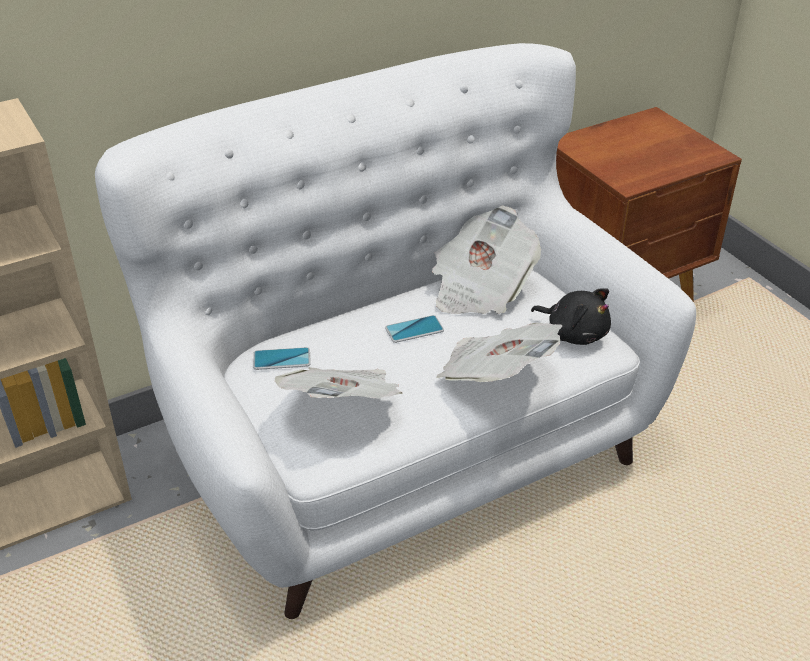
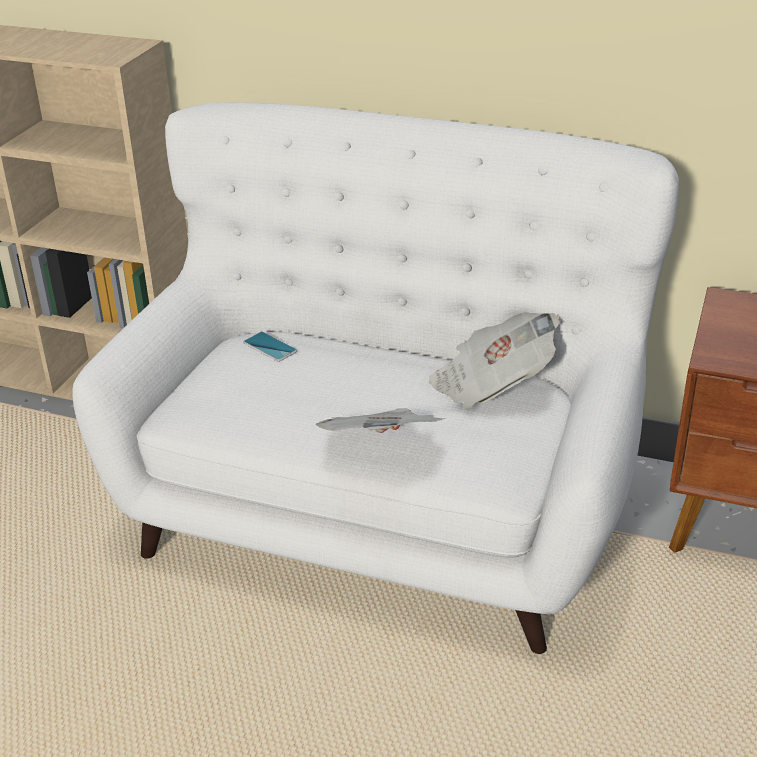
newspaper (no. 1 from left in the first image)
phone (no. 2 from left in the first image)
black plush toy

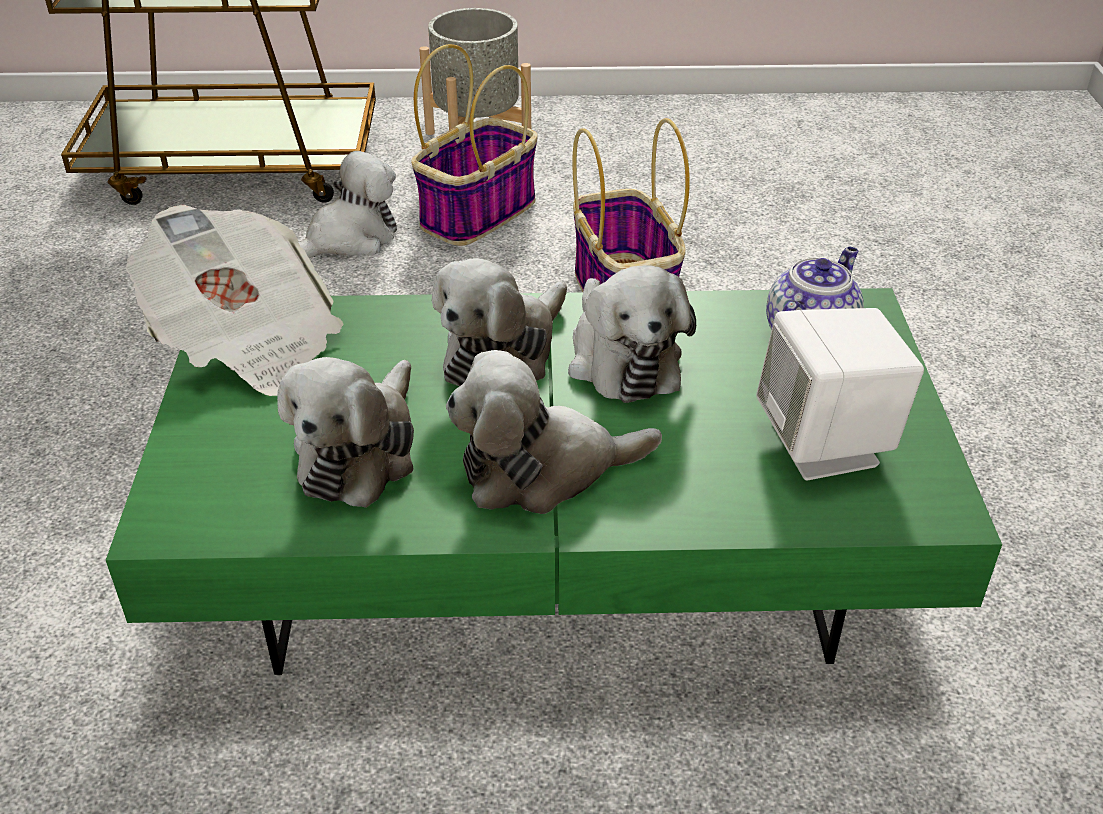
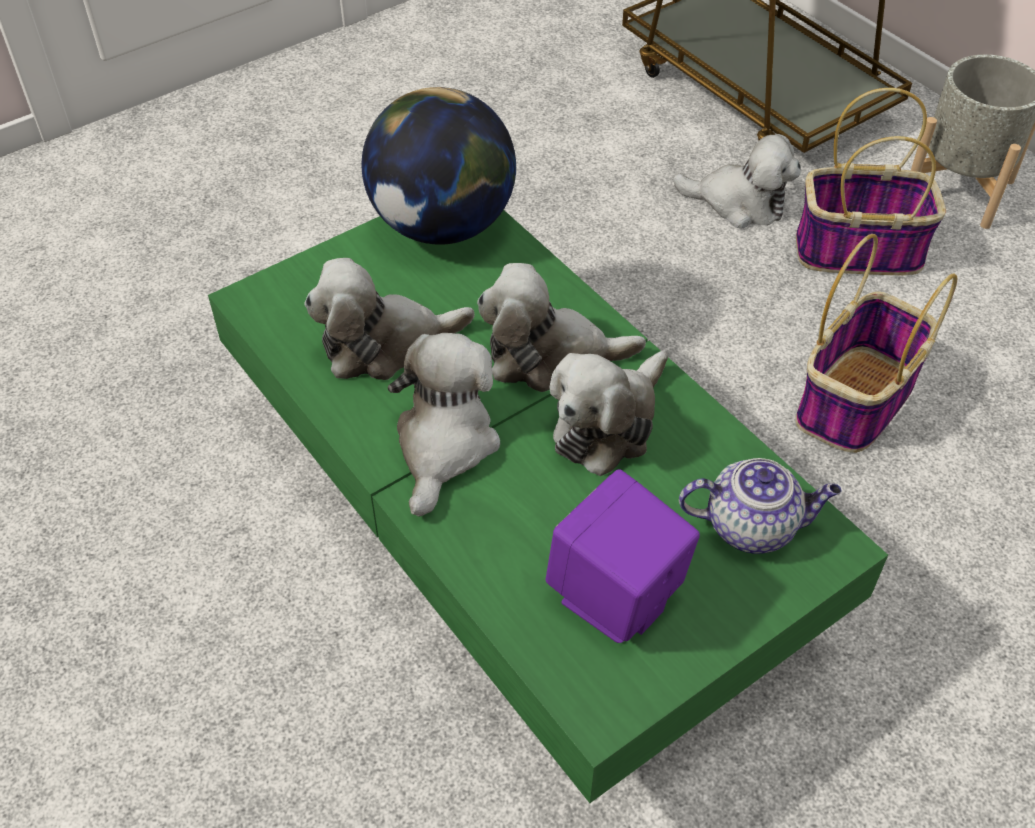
globe
purple speaker
plush toy (no. 2 from left)

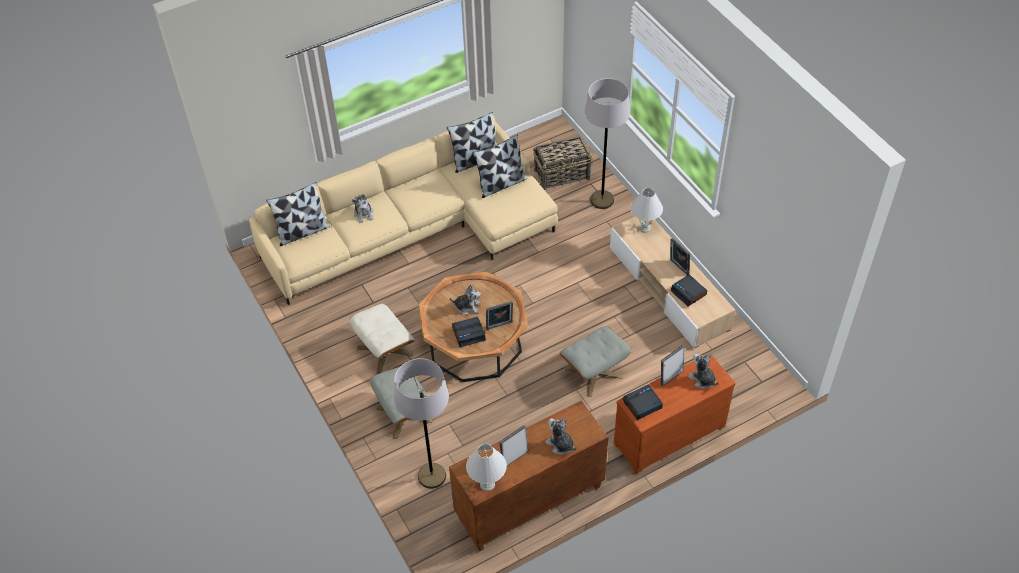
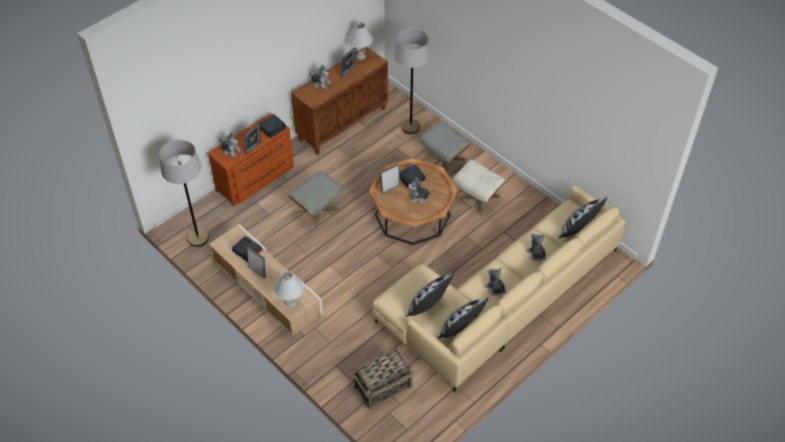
plush toy (no. 4 from left)
grey floor lamp (no. 1 from left)

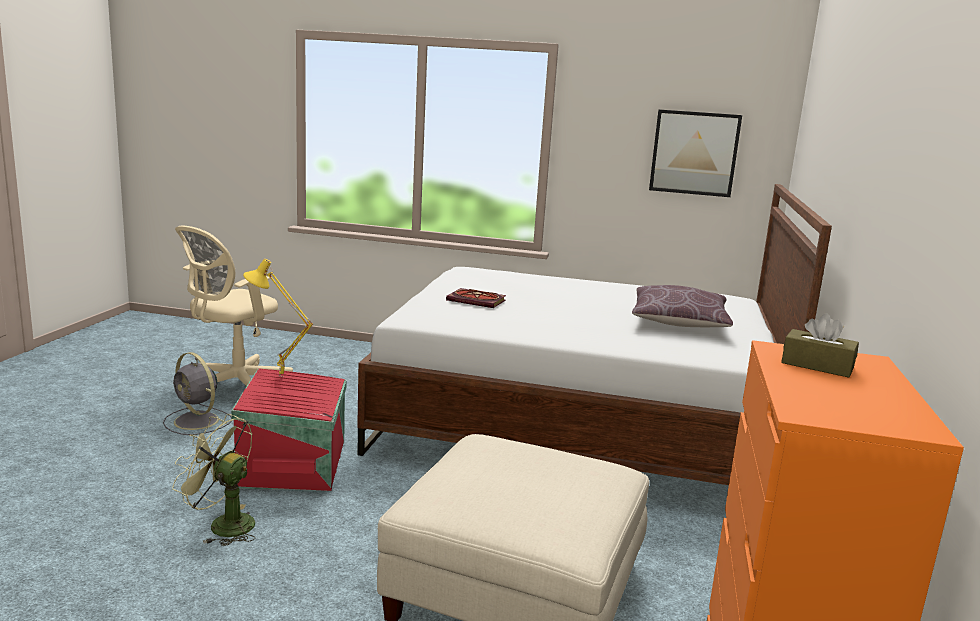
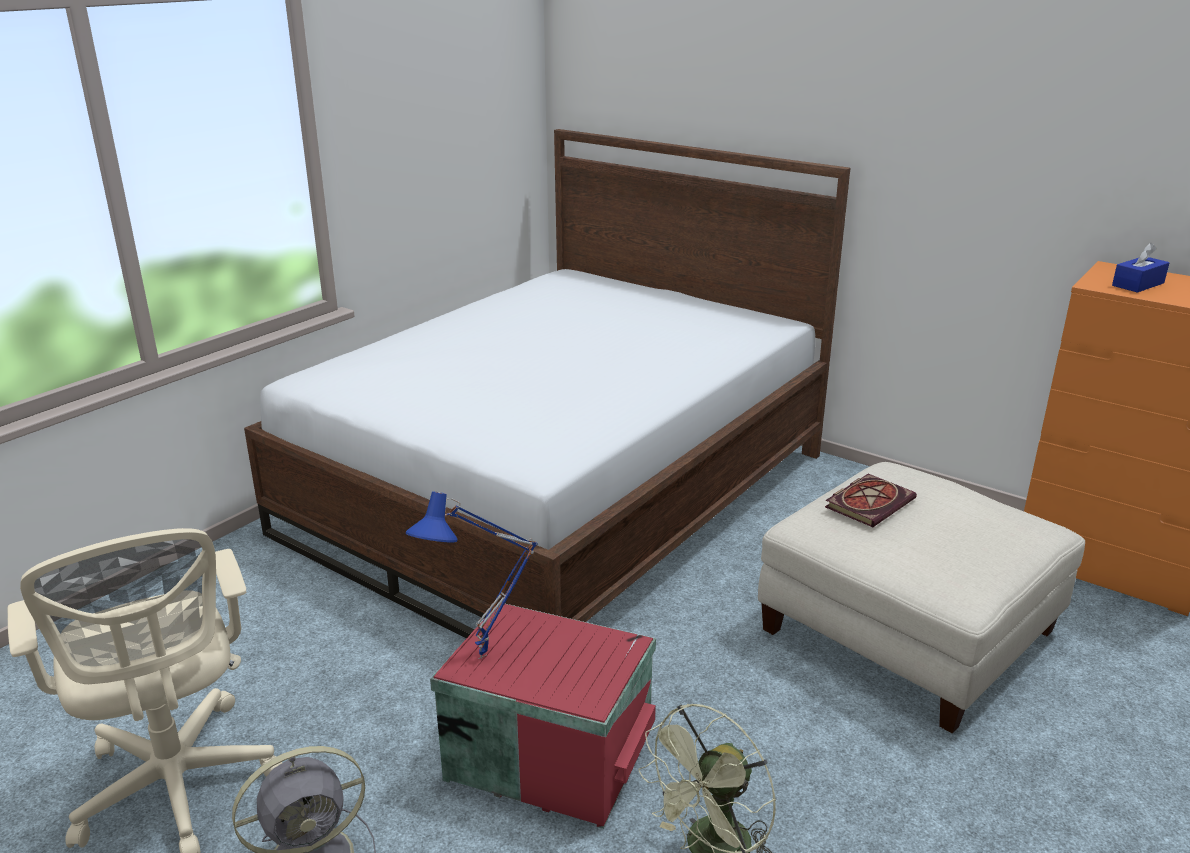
brown pillow
picture
book
blue table lamp
blue tissue box

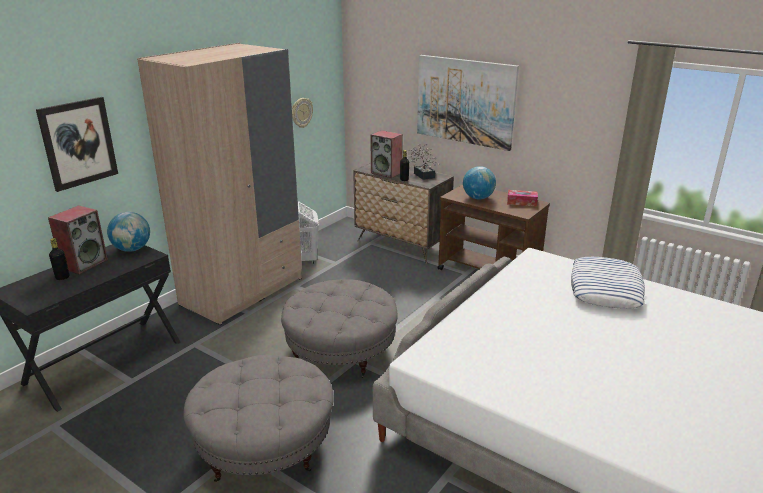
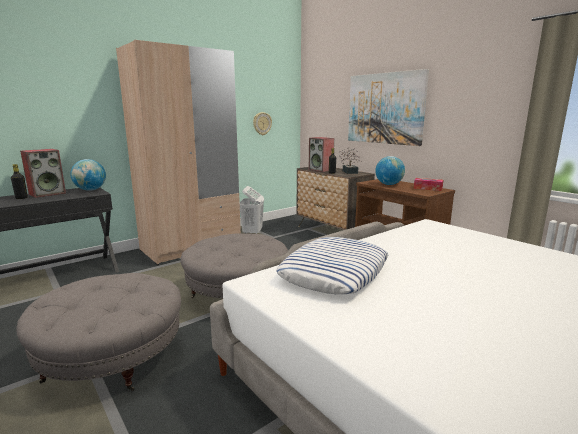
picture (no. 1 from left in the first image)
pillow

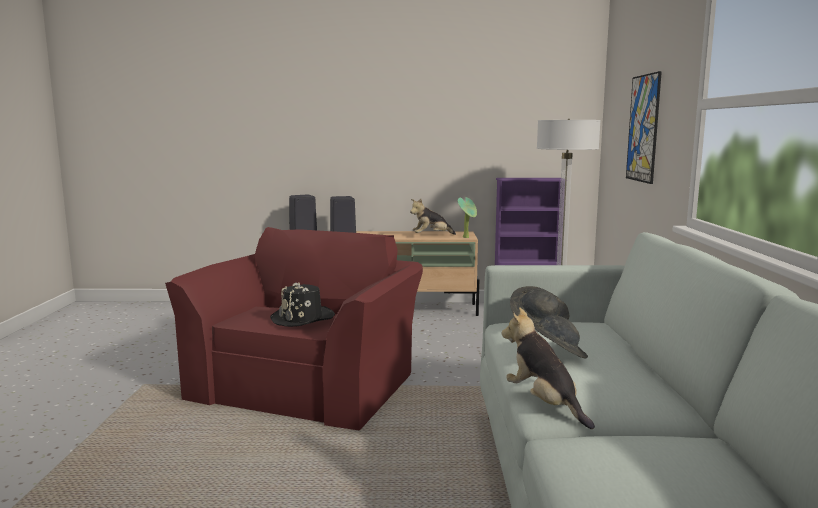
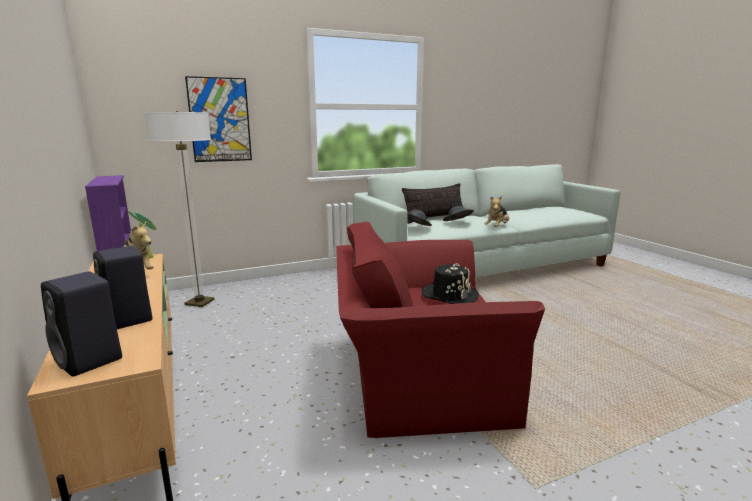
pillow

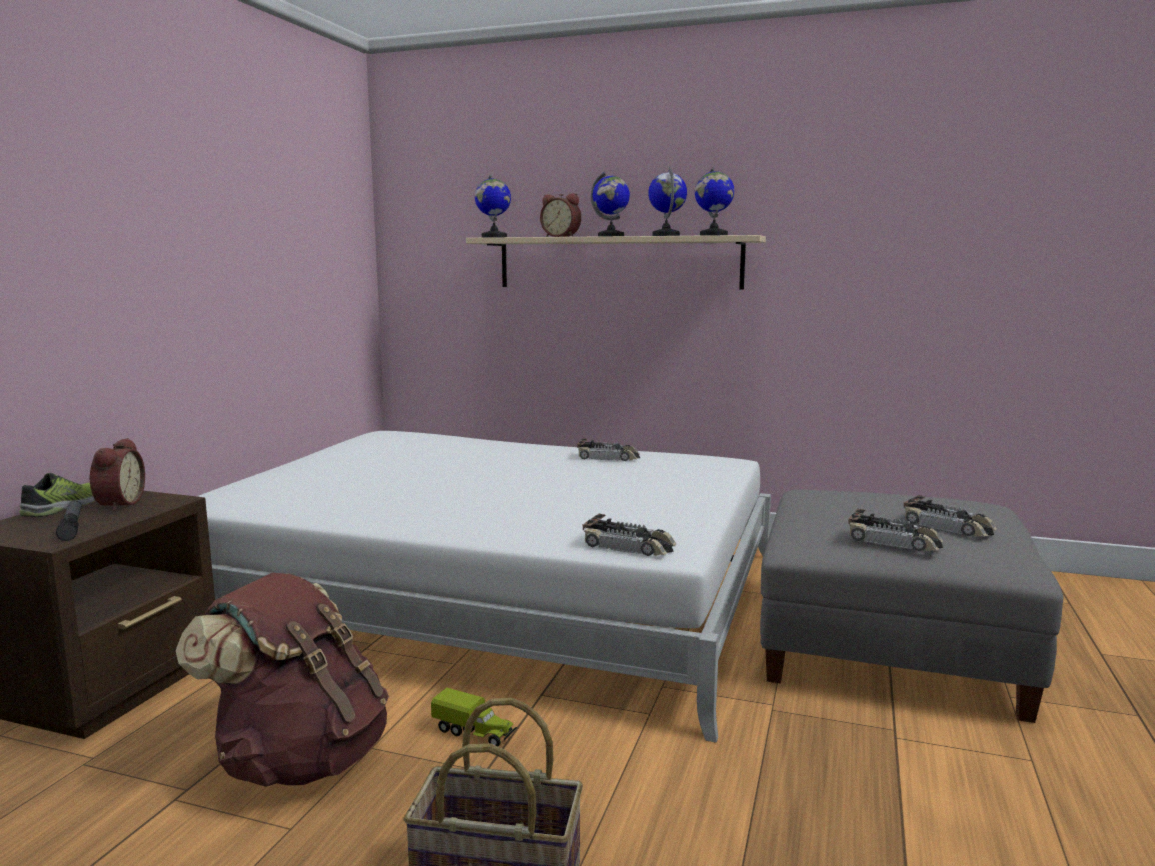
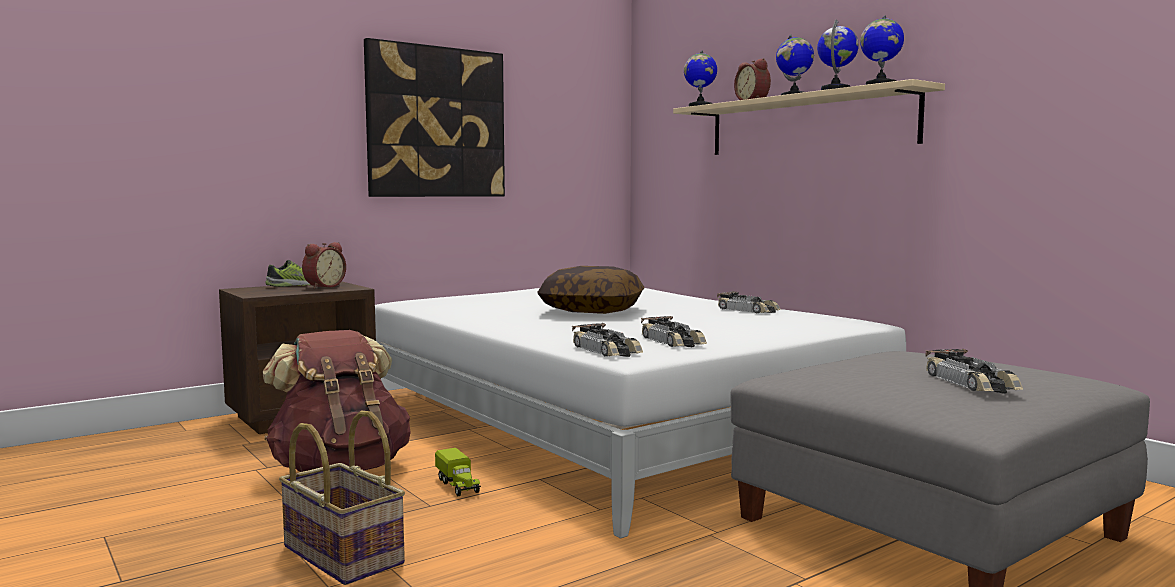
flashlight
picture
pillow
toy car (no. 2 from left)

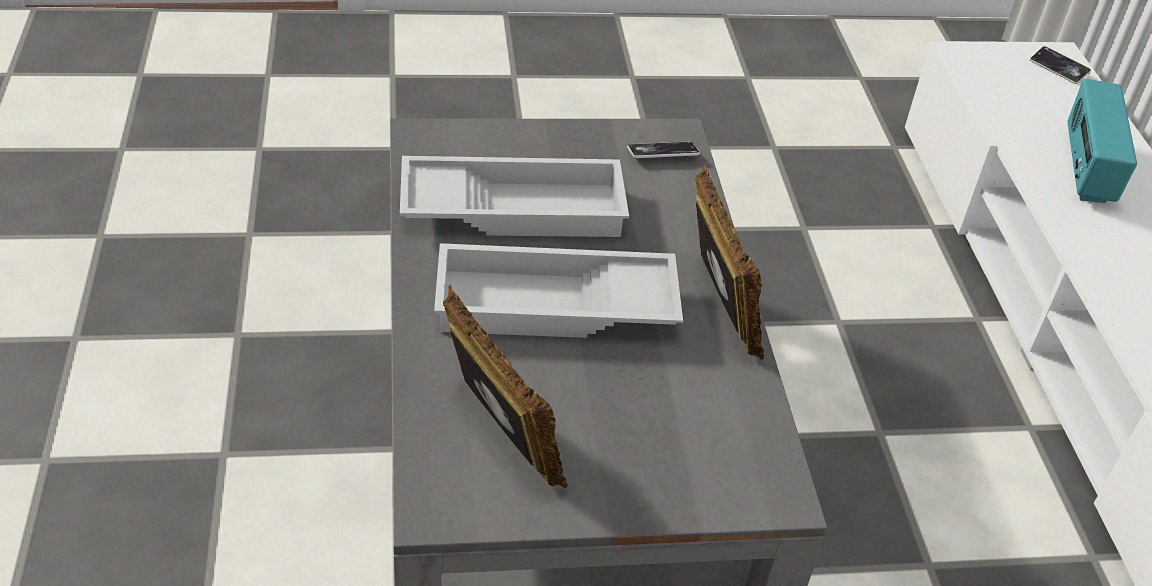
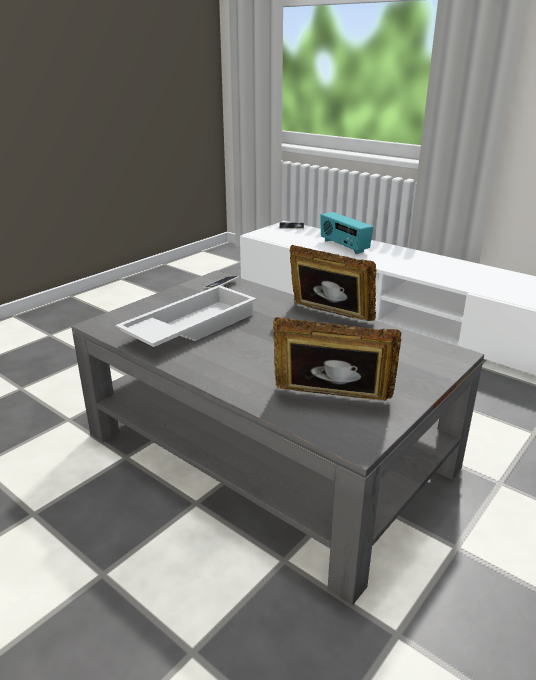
white tray (no. 2 from left in the first image)

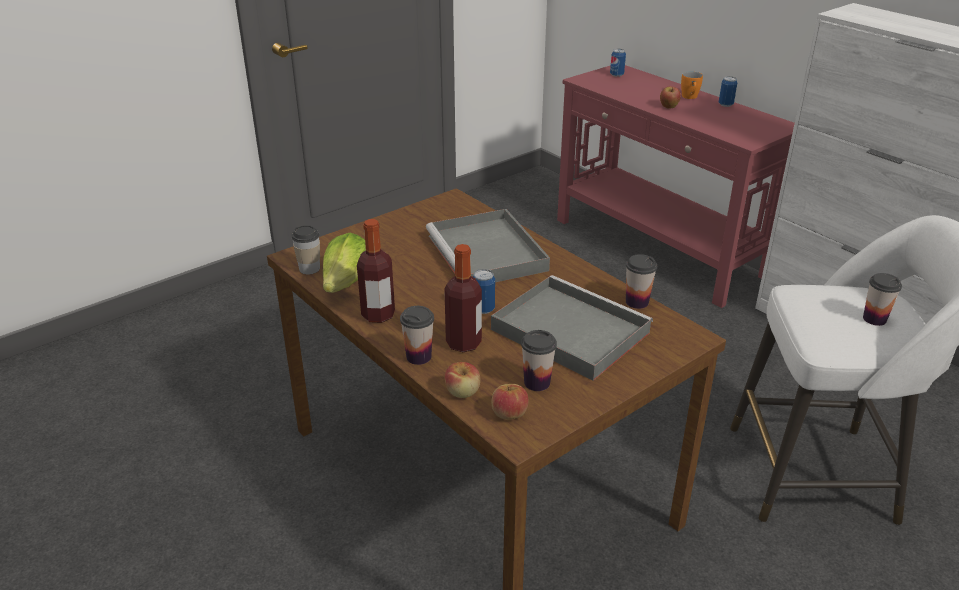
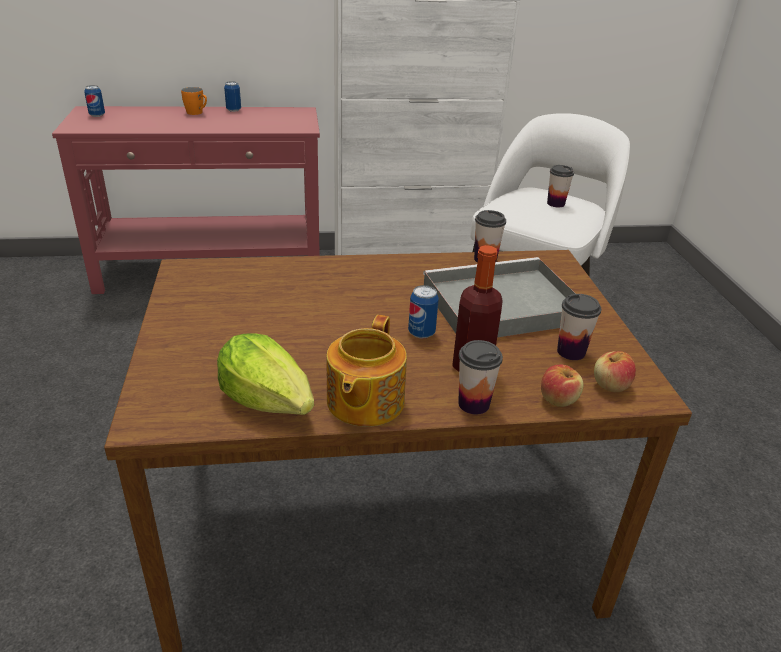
cup (no. 1 from left in the first image)
grey tray (no. 1 from left in the first image)
apple (no. 3 from left in the first image)
teapot

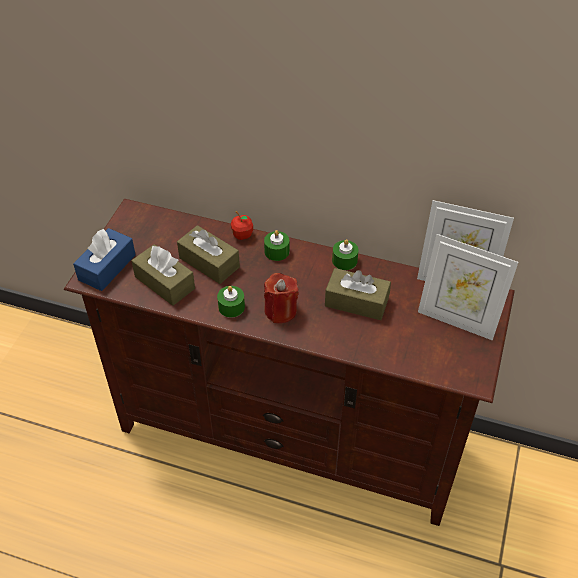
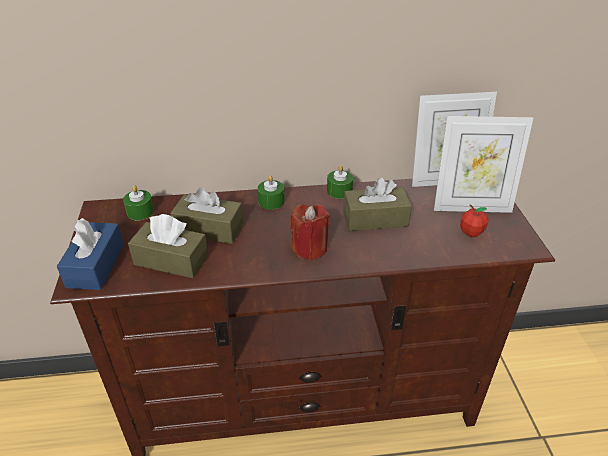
green candle (no. 1 from left)
apple

